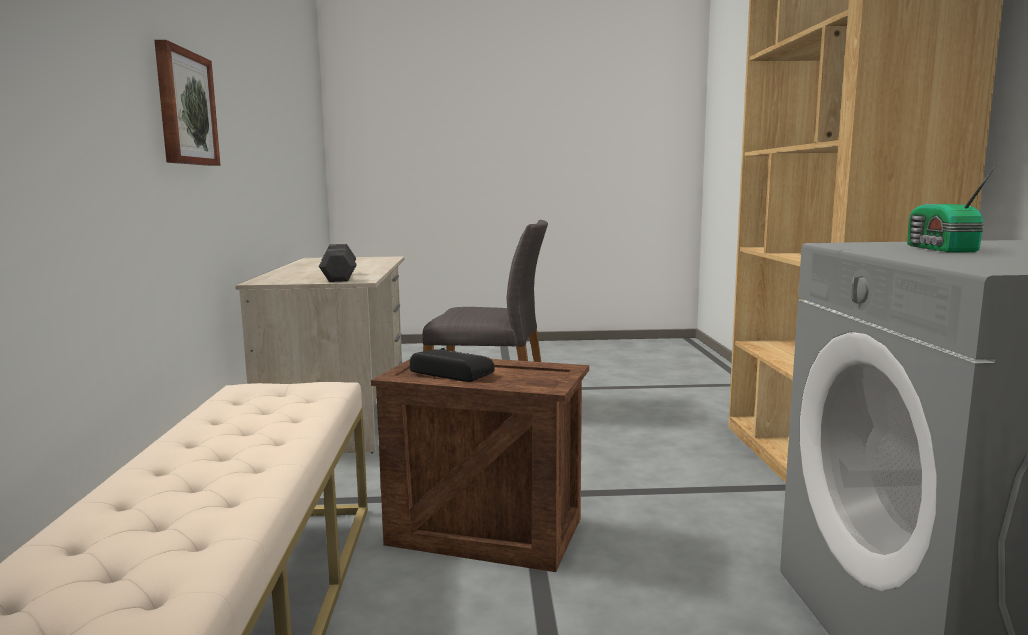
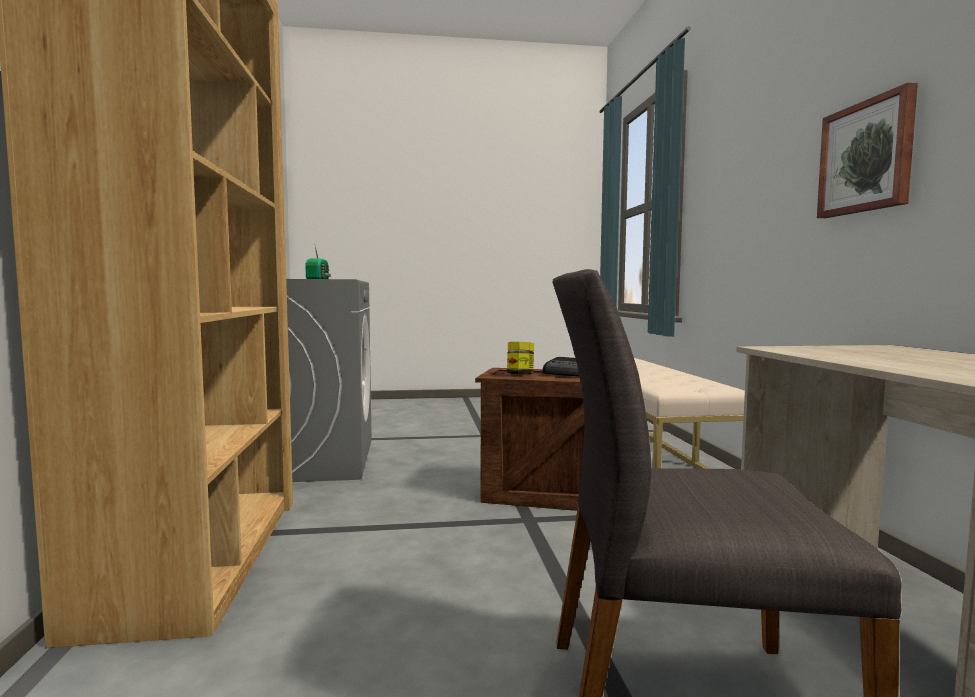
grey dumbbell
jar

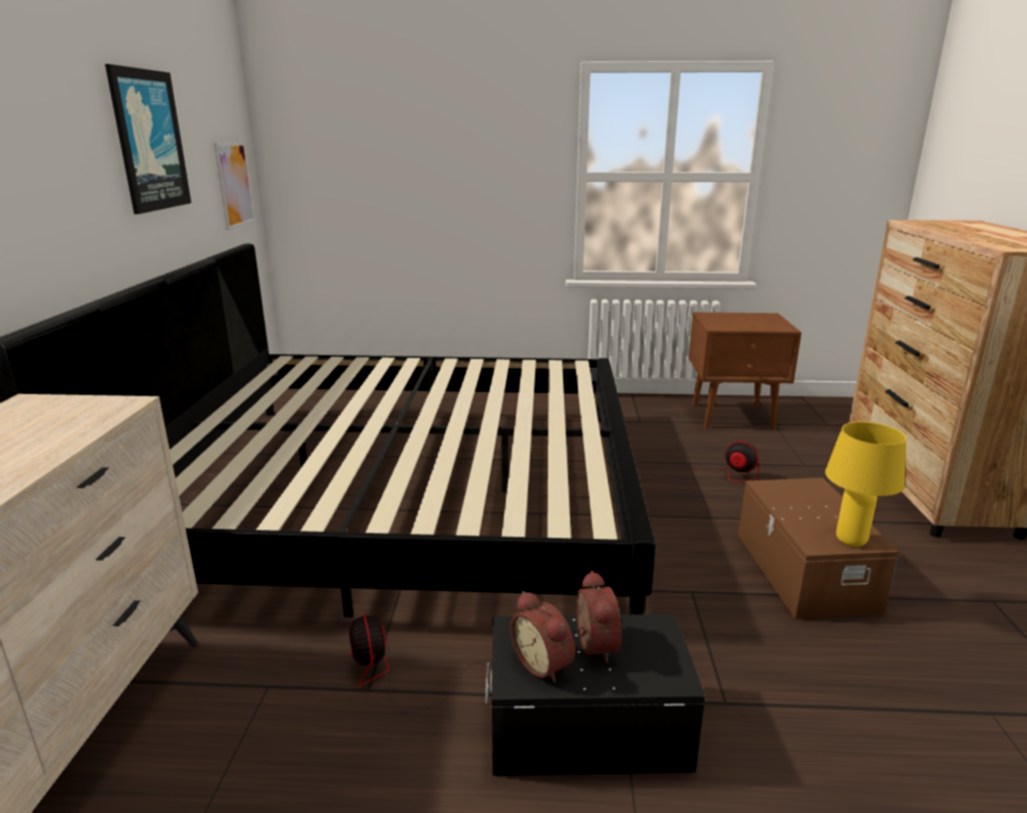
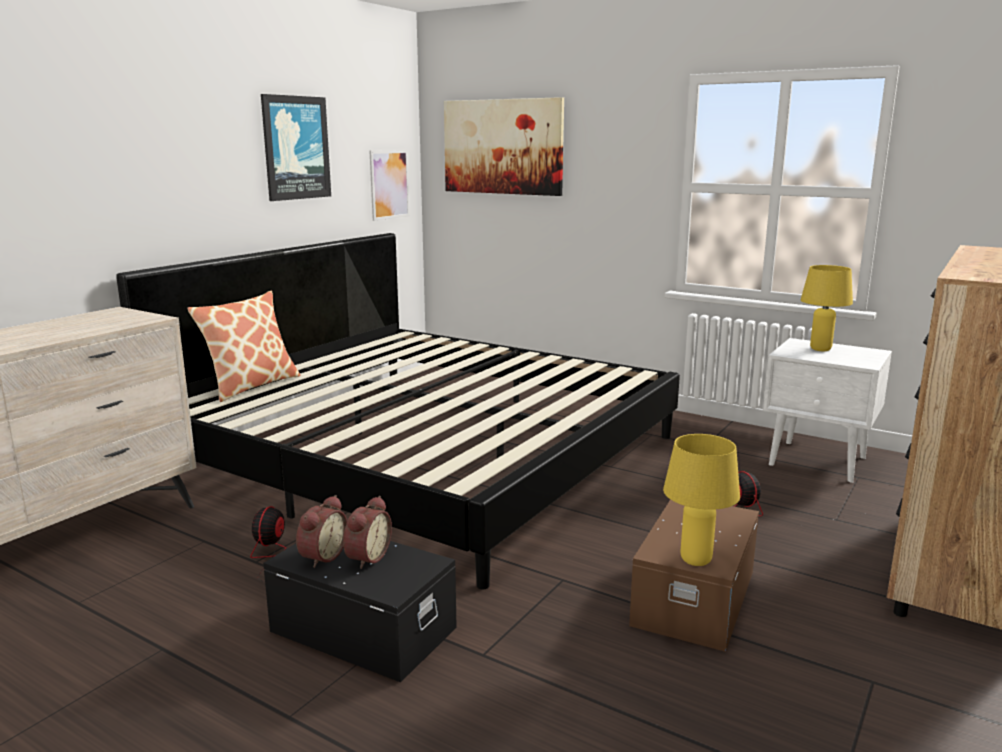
pillow
picture (no. 3 from left)
yellow table lamp (no. 2 from left)
white nightstand
alarm clock (no. 1 from left)

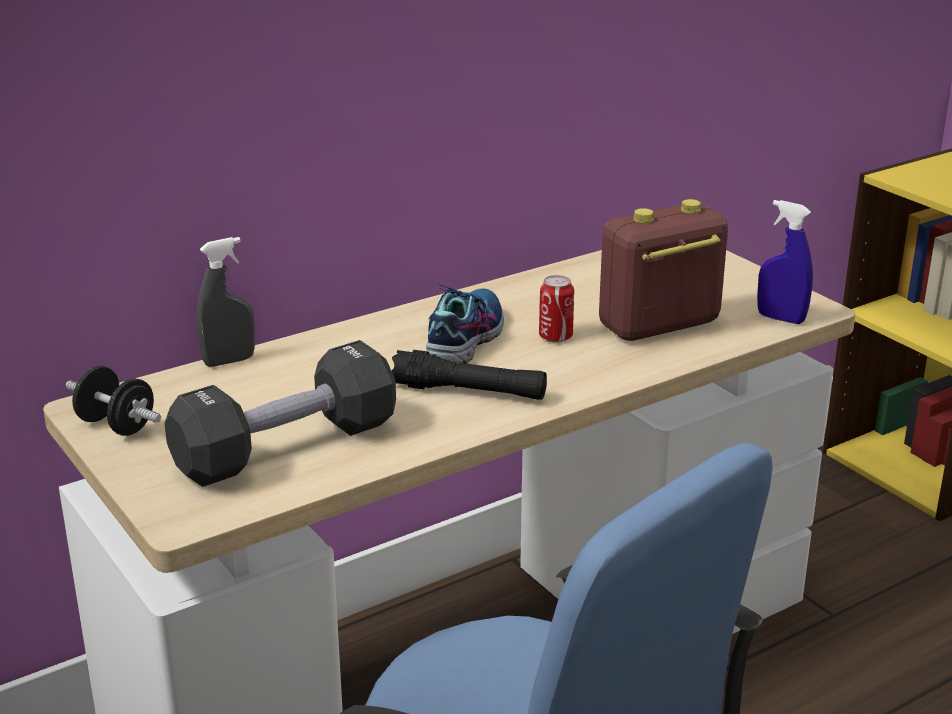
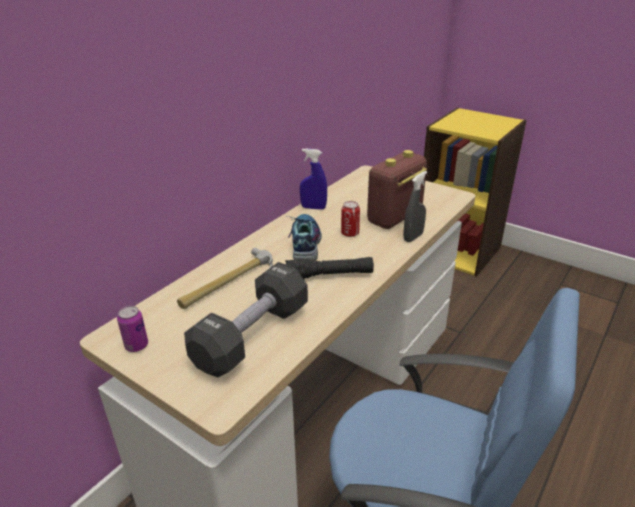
hammer
grey spray bottle
blue spray bottle
can (no. 1 from left)

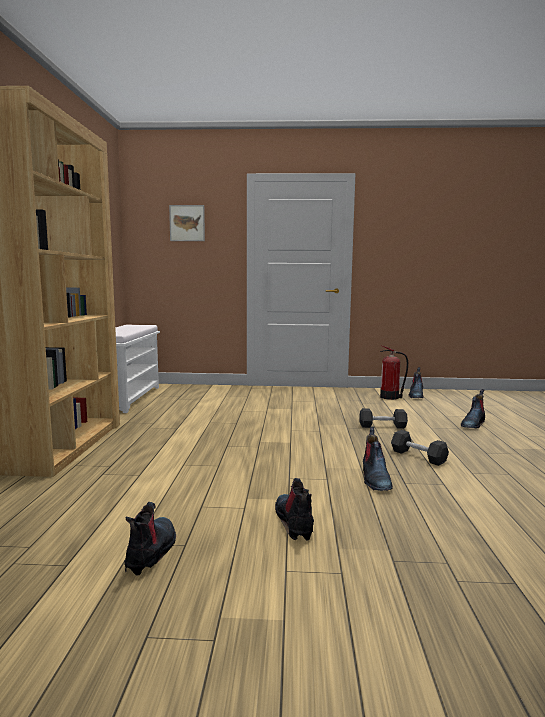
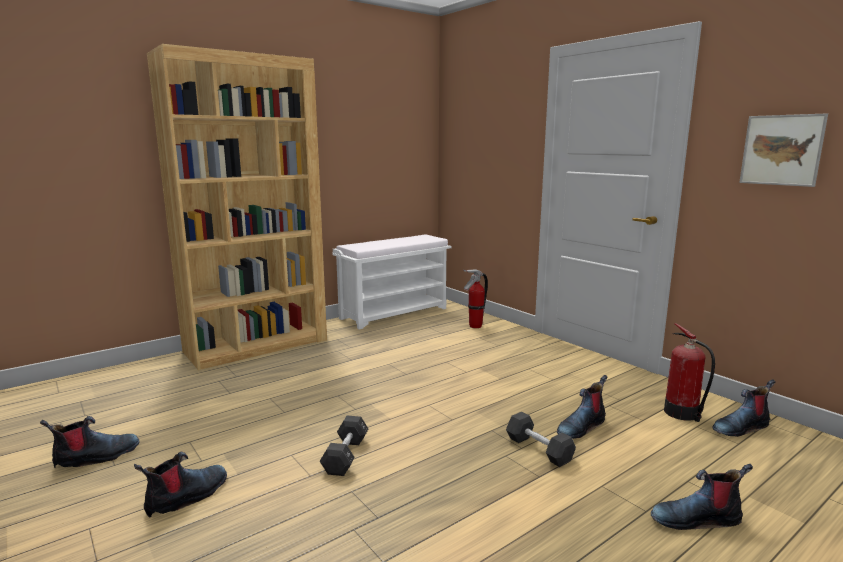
fire extinguisher (no. 1 from left)
picture
boot (no. 3 from left)
black dumbbell (no. 1 from left)

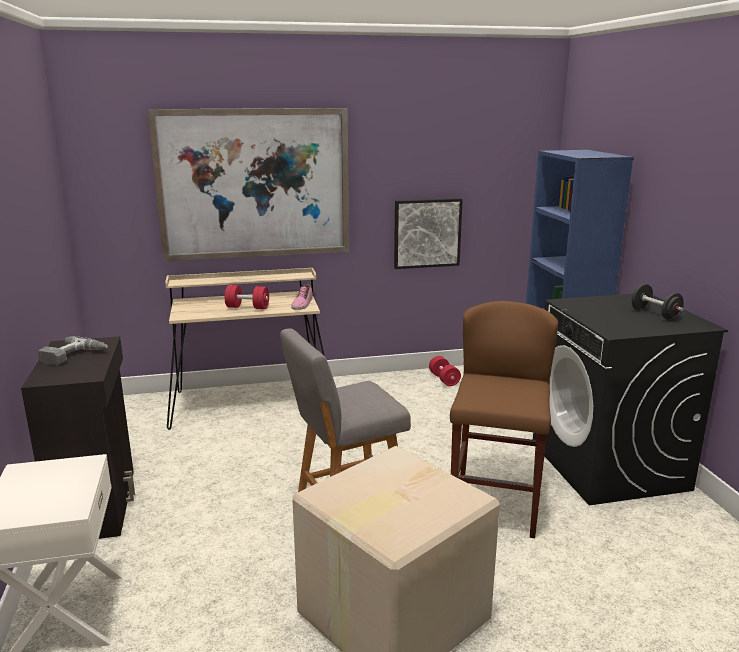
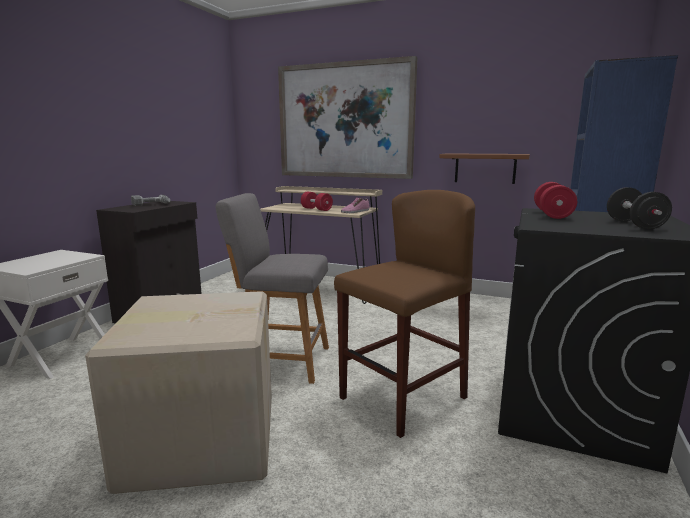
red dumbbell (no. 2 from left)
brown shelf

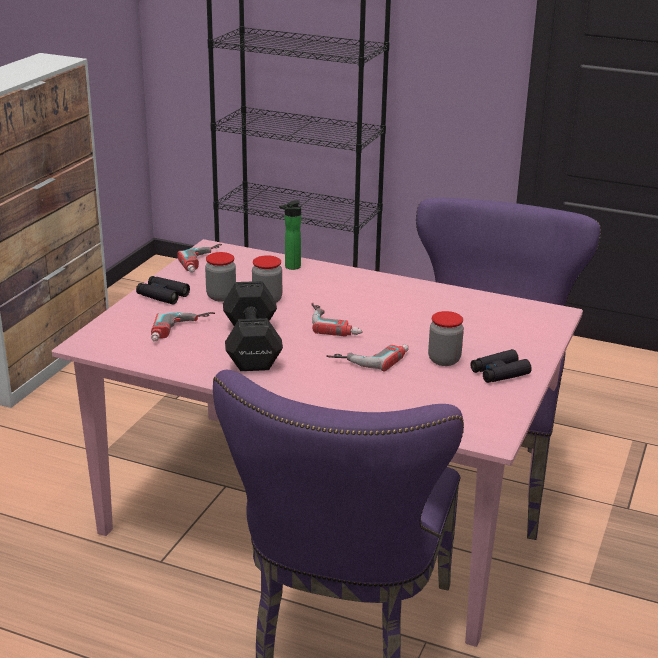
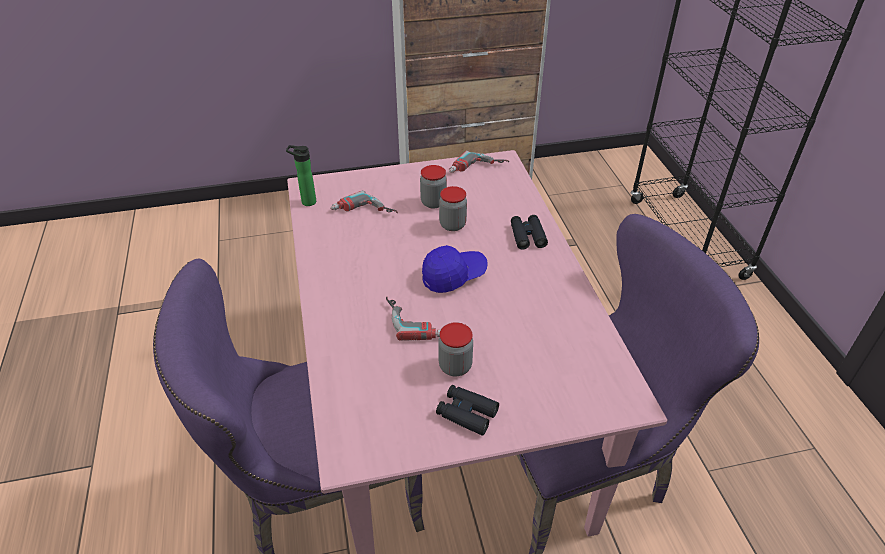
black dumbbell
black binoculars (no. 2 from left)
bottle
blue cap

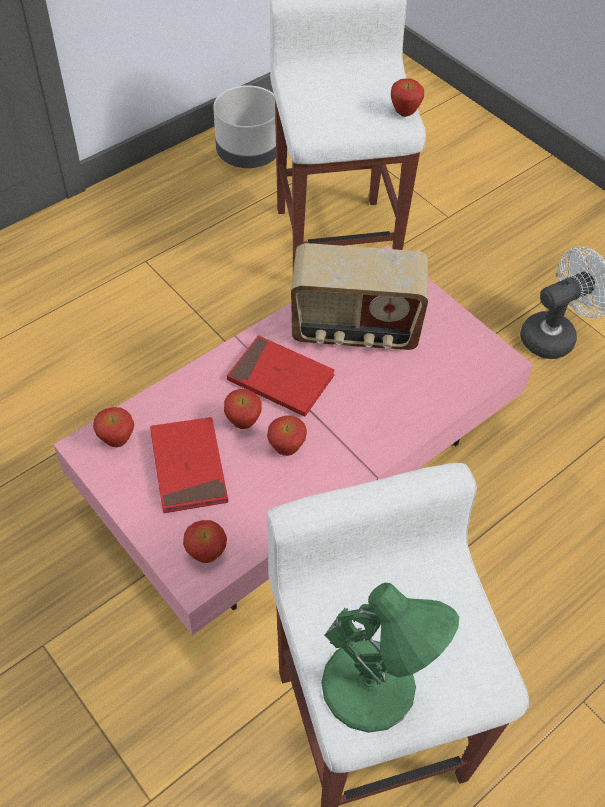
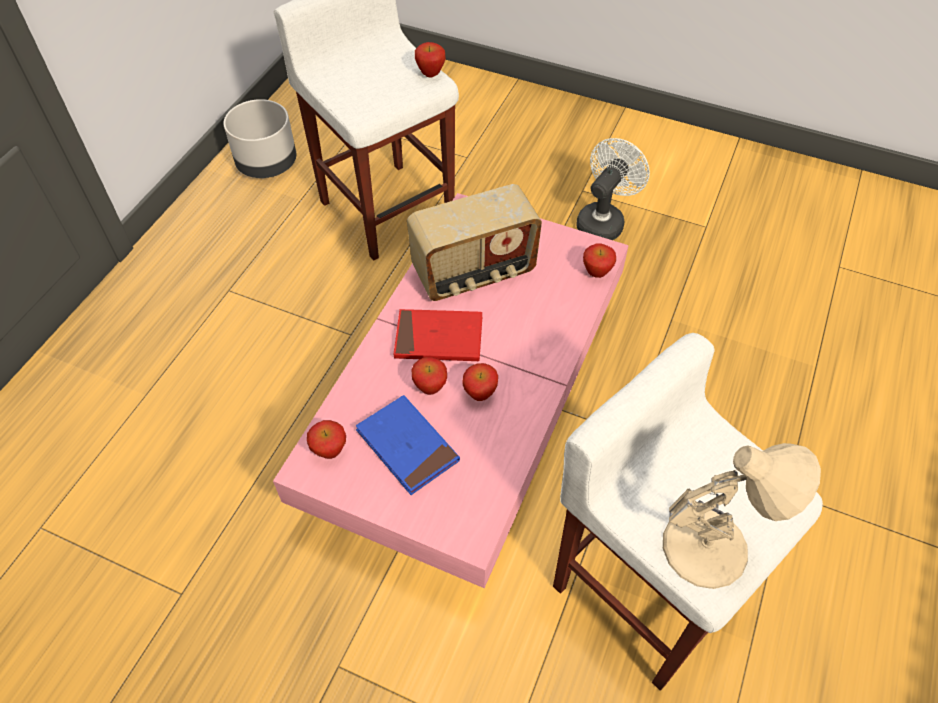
apple (no. 5 from left)
blue book
beige table lamp

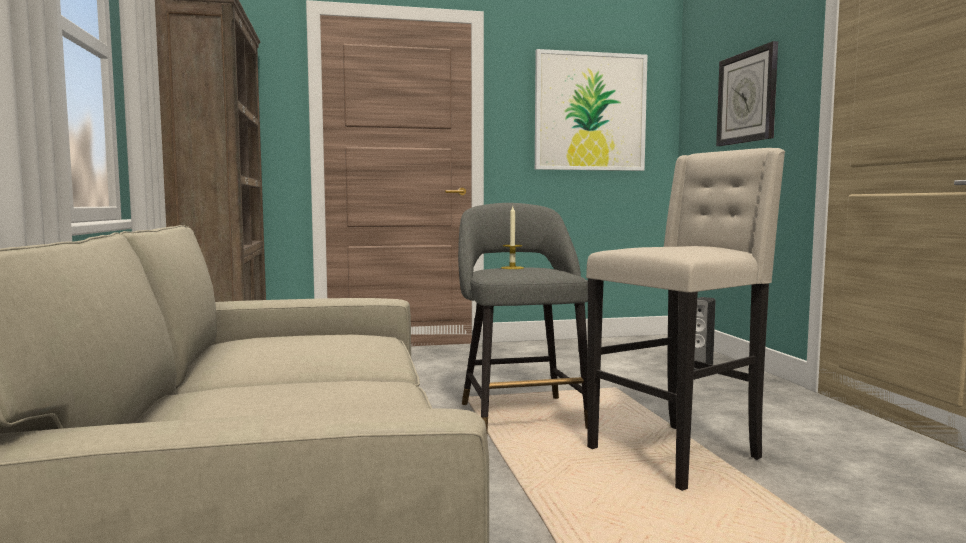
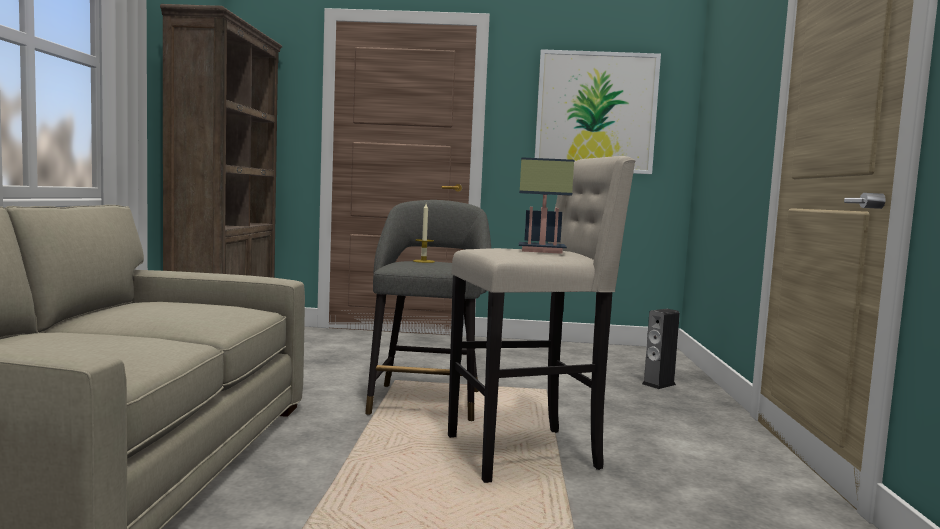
wall clock
table lamp

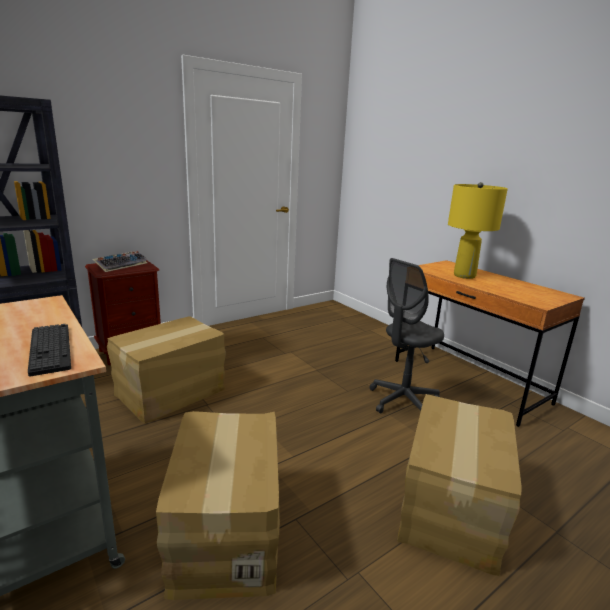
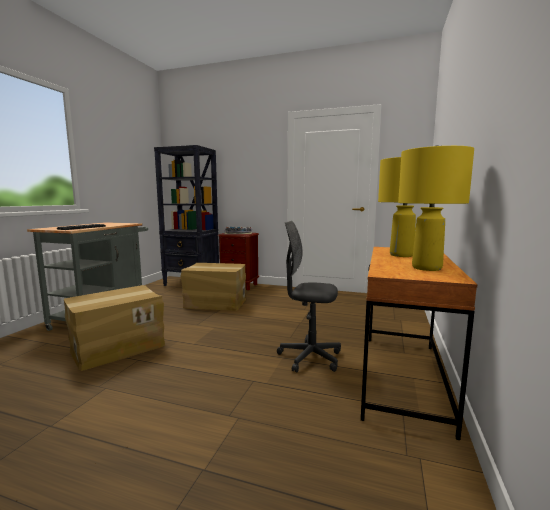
cardboard box (no. 3 from left in the first image)
yellow table lamp (no. 2 from left)

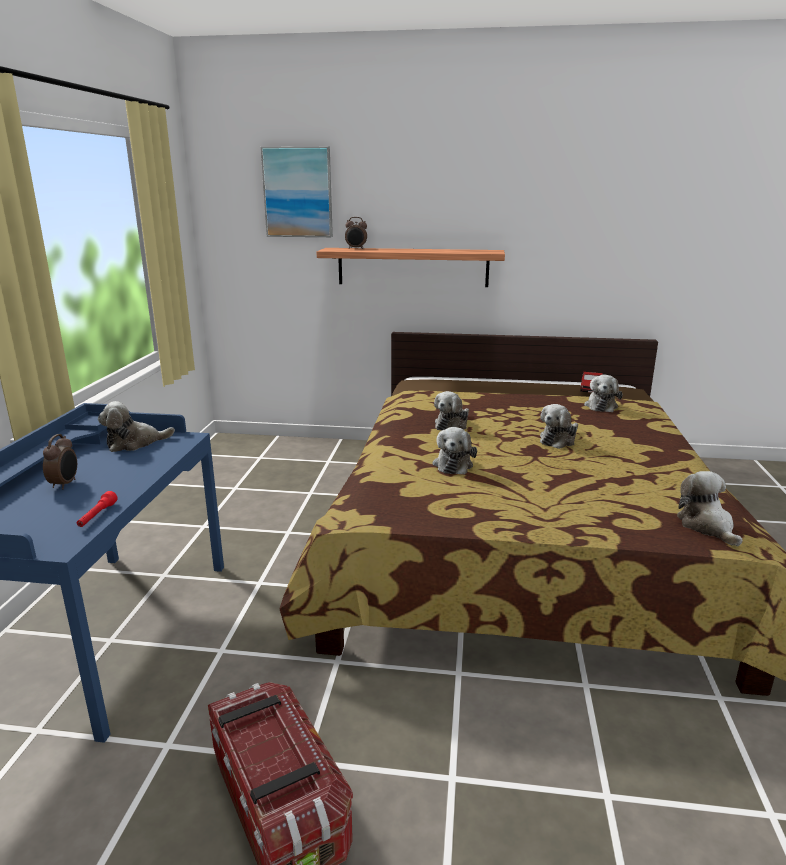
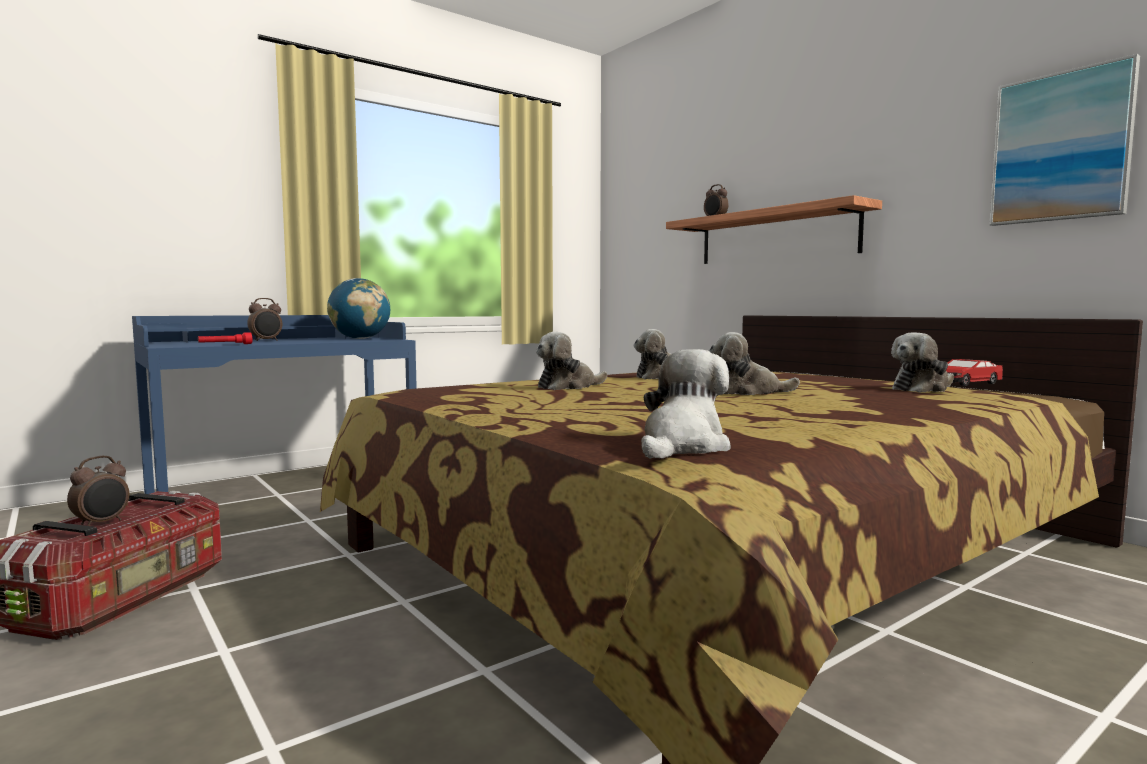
alarm clock (no. 1 from left)
picture
globe

